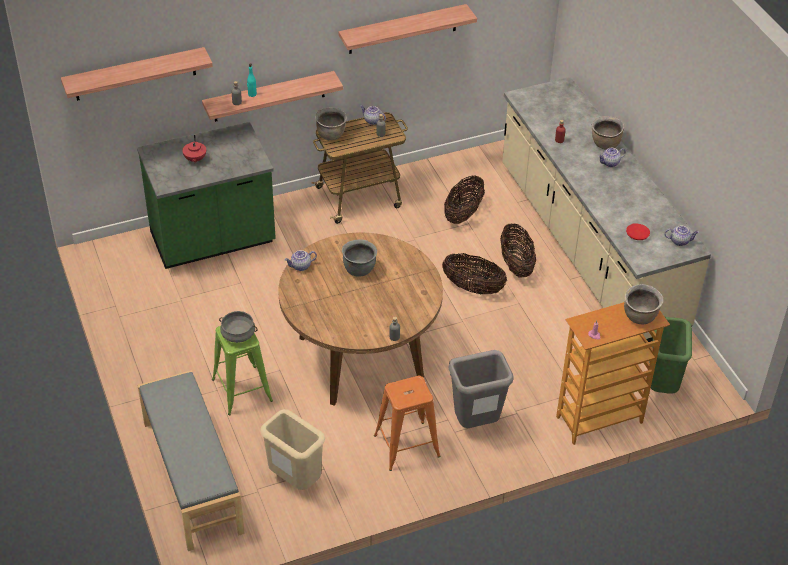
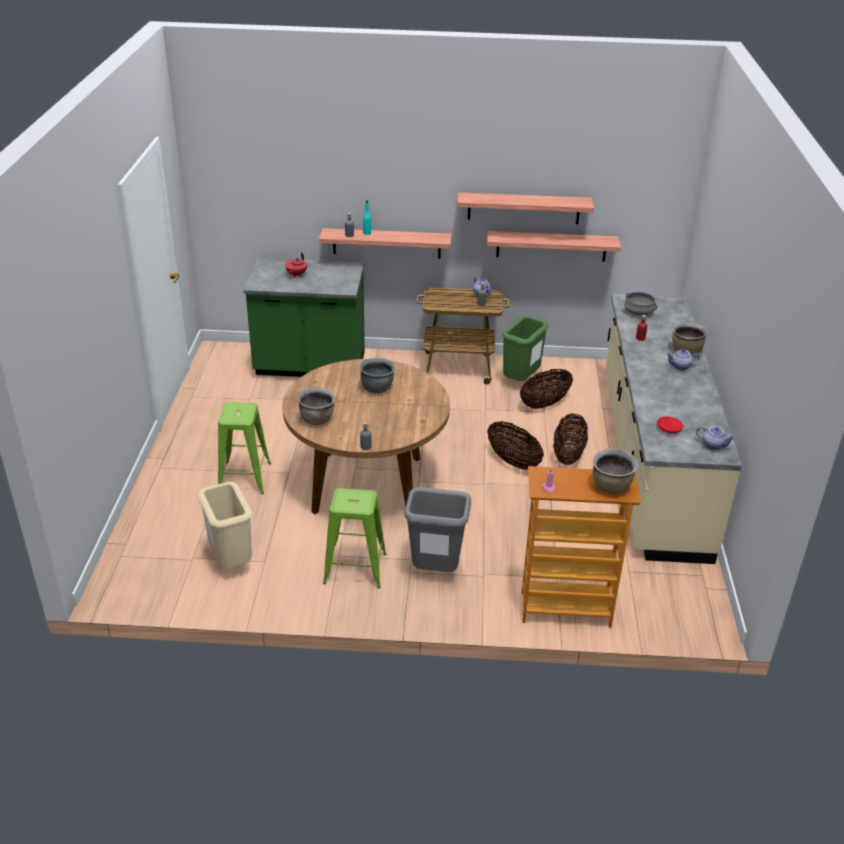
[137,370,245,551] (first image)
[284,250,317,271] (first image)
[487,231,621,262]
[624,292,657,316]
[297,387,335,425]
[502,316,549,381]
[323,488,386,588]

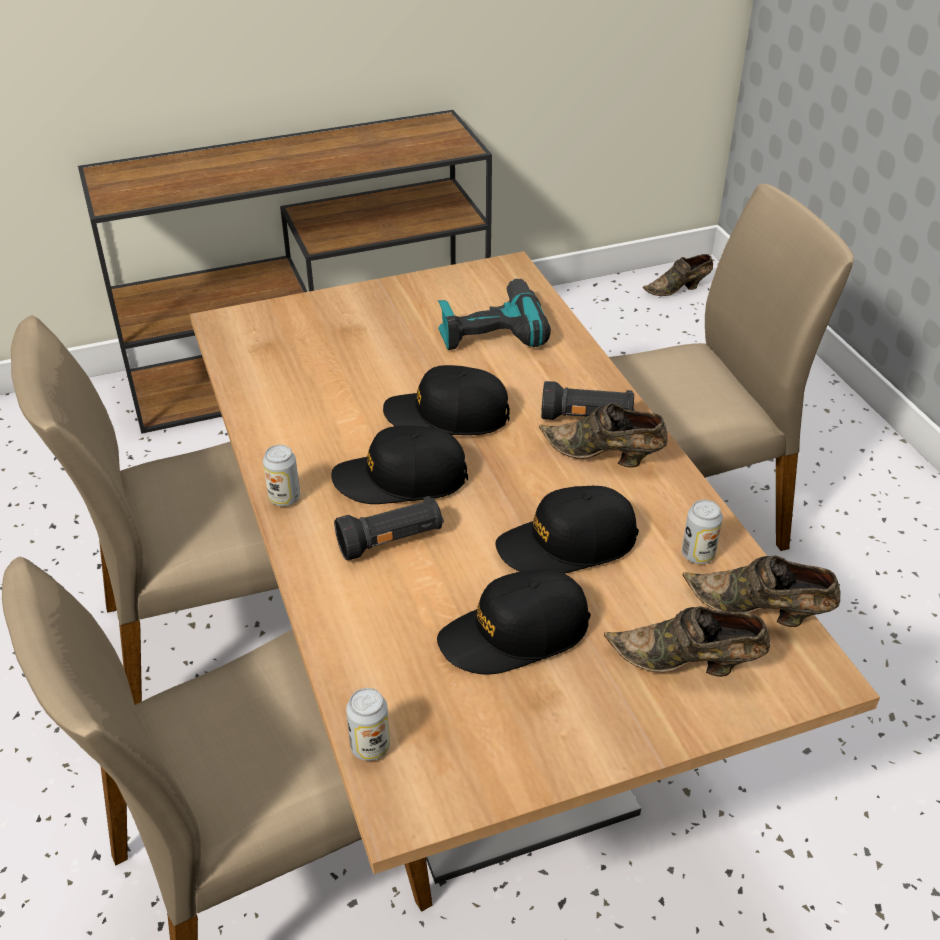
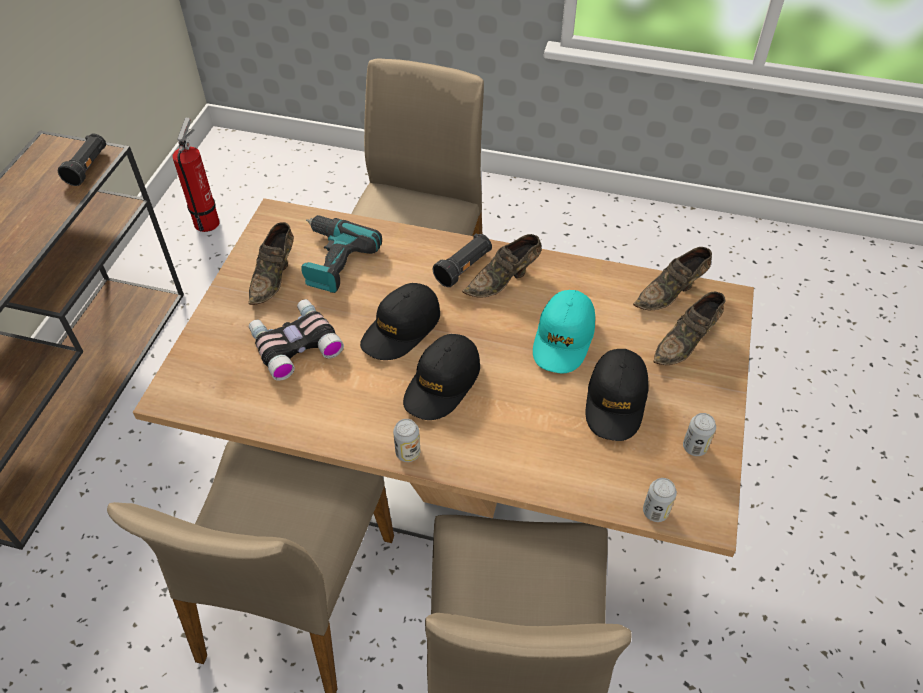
[172,118,220,232]
[249,299,344,381]
[58,133,106,186]
[248,222,294,305]
[683,413,716,456]
[533,290,595,373]

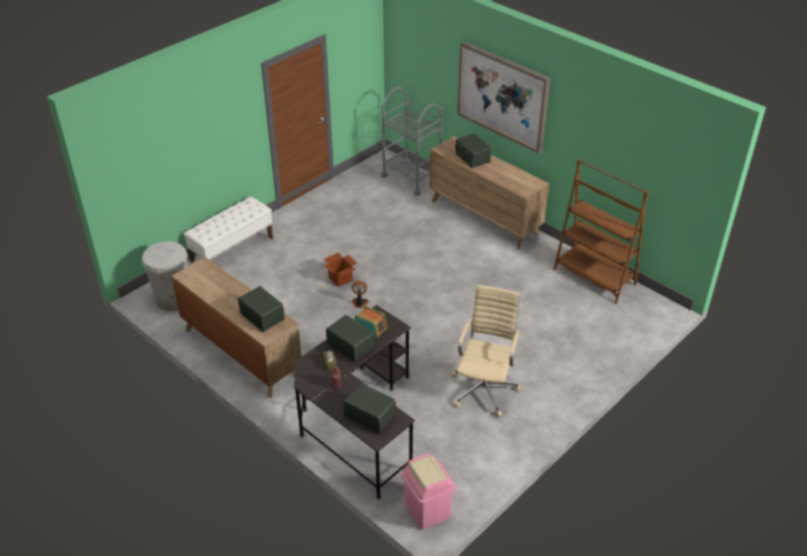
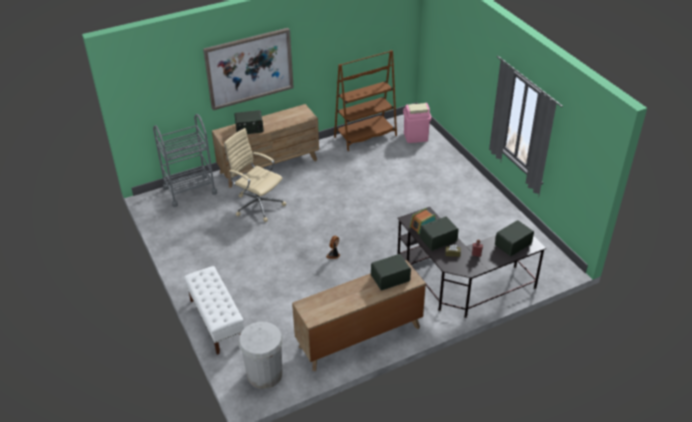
[323,252,357,287] (first image)
[403,103,431,143]
[224,128,286,222]

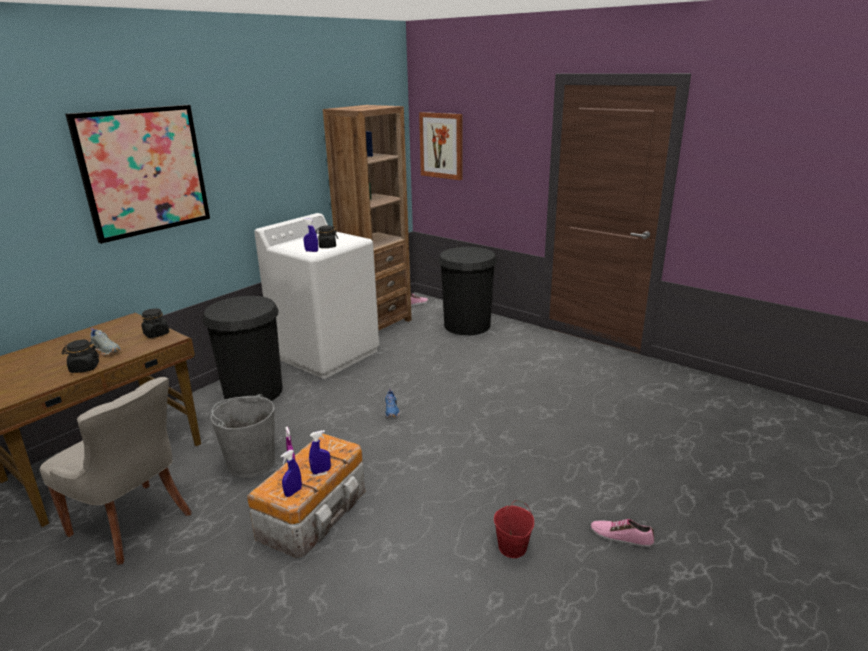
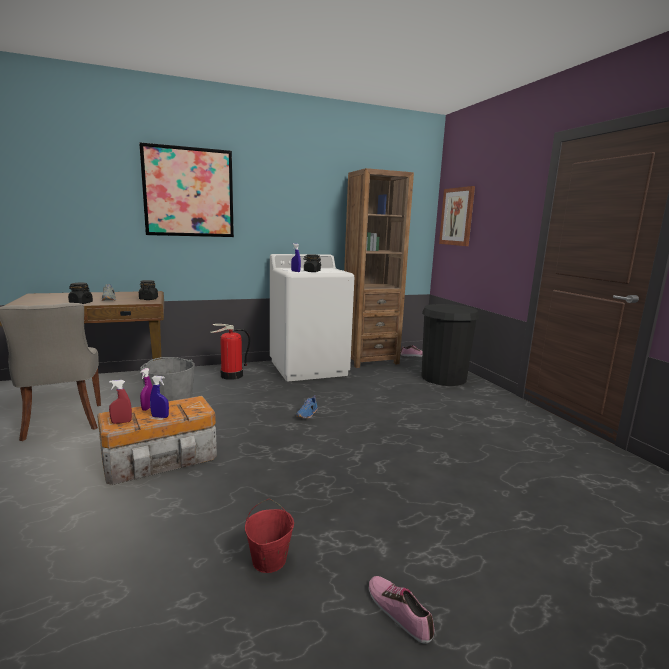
[210,324,250,380]
[109,380,132,424]

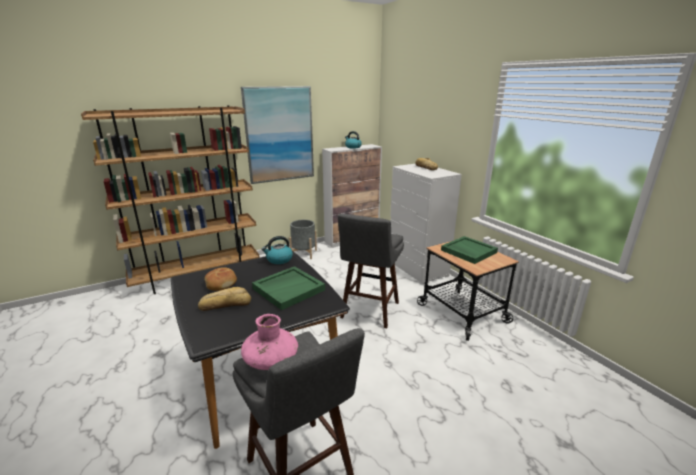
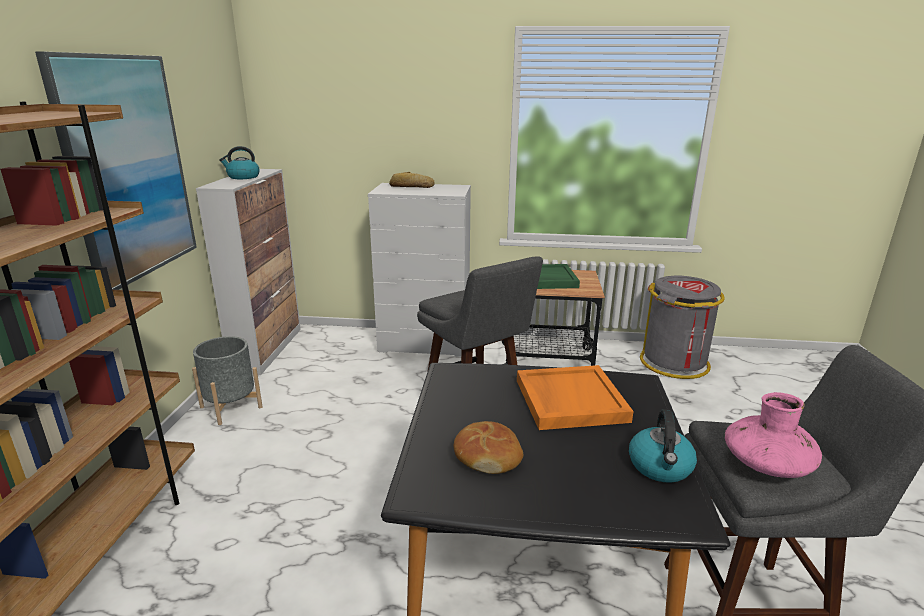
[198,287,251,311] (first image)
[640,276,725,379]
[629,409,697,483]
[517,365,634,430]

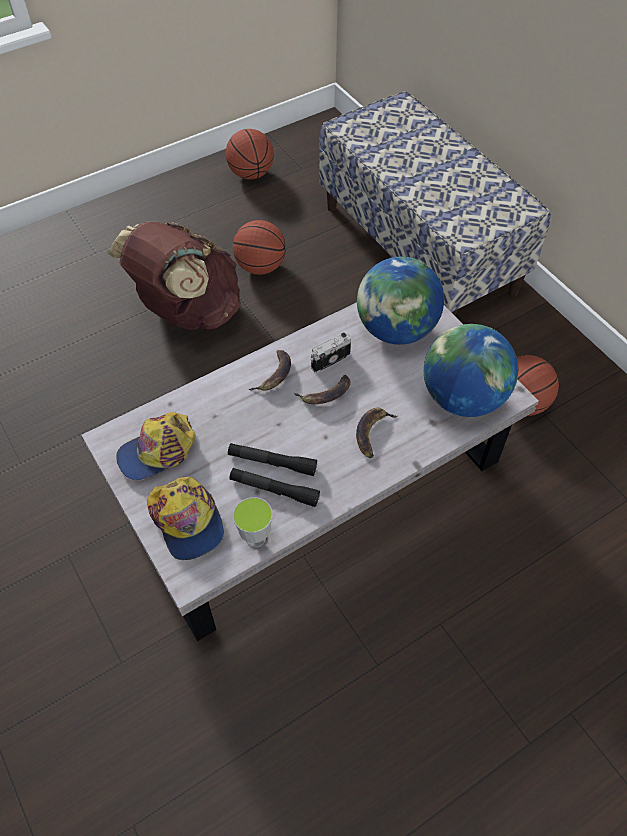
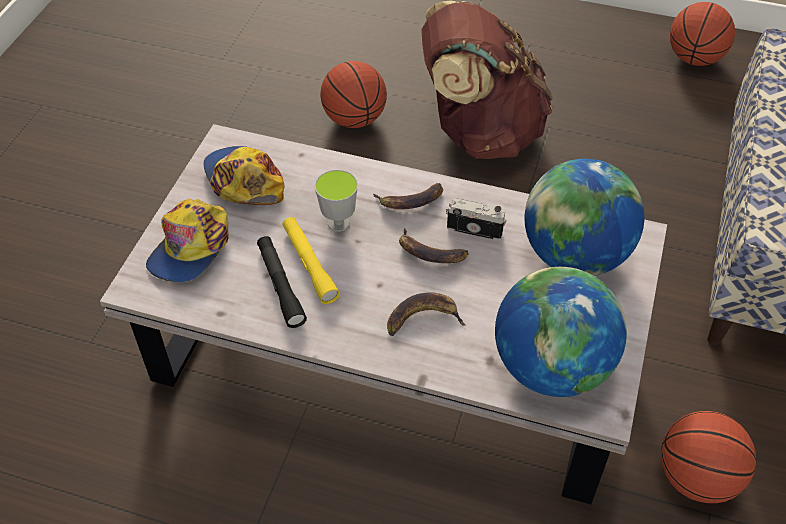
[320,61,387,128]
[315,170,358,232]
[283,217,340,304]
[203,146,285,205]

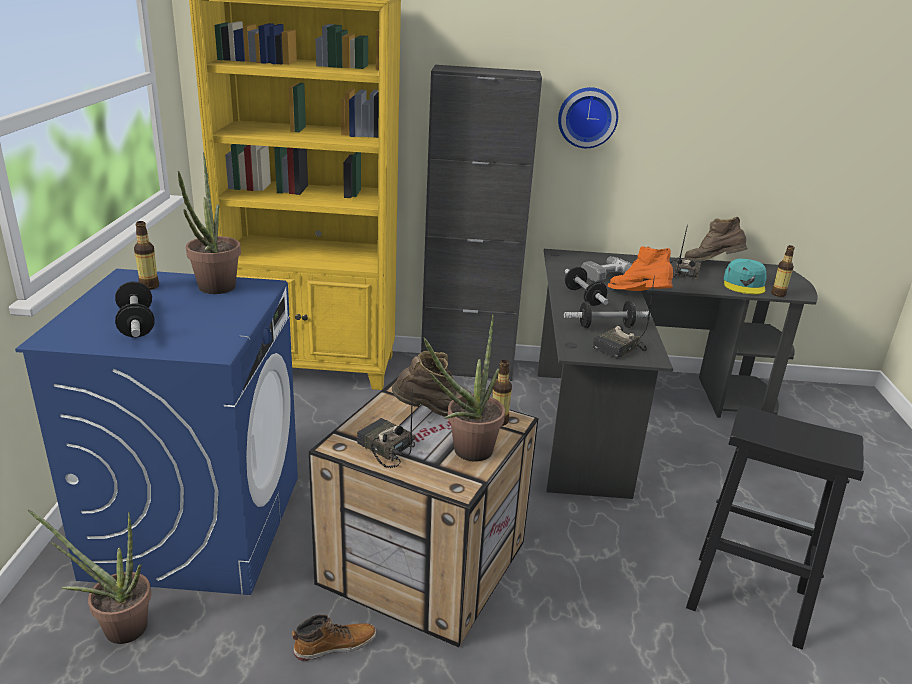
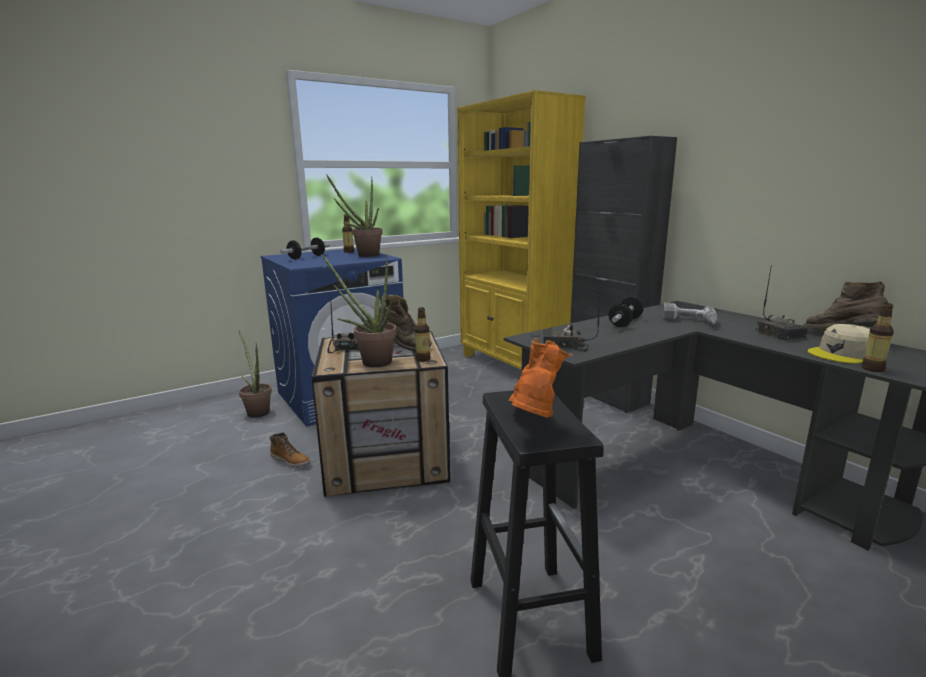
[558,87,618,148] (first image)
[564,301,651,328] (first image)
[509,337,573,418]
[807,324,870,364]
[756,265,808,340]

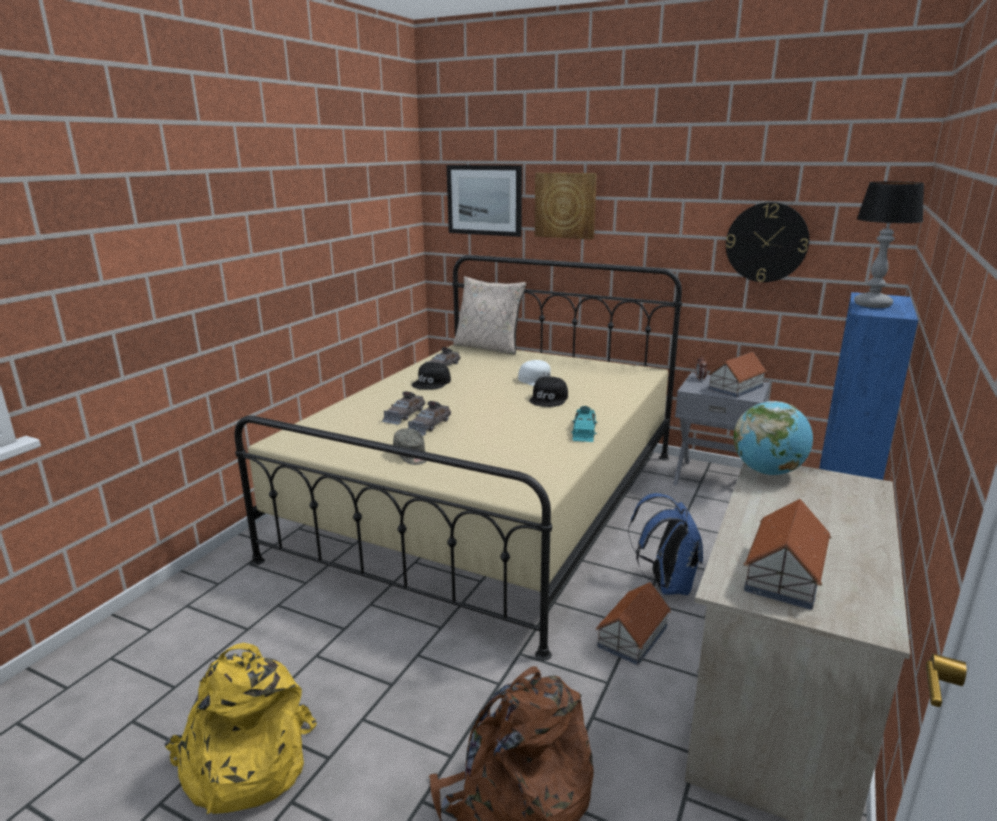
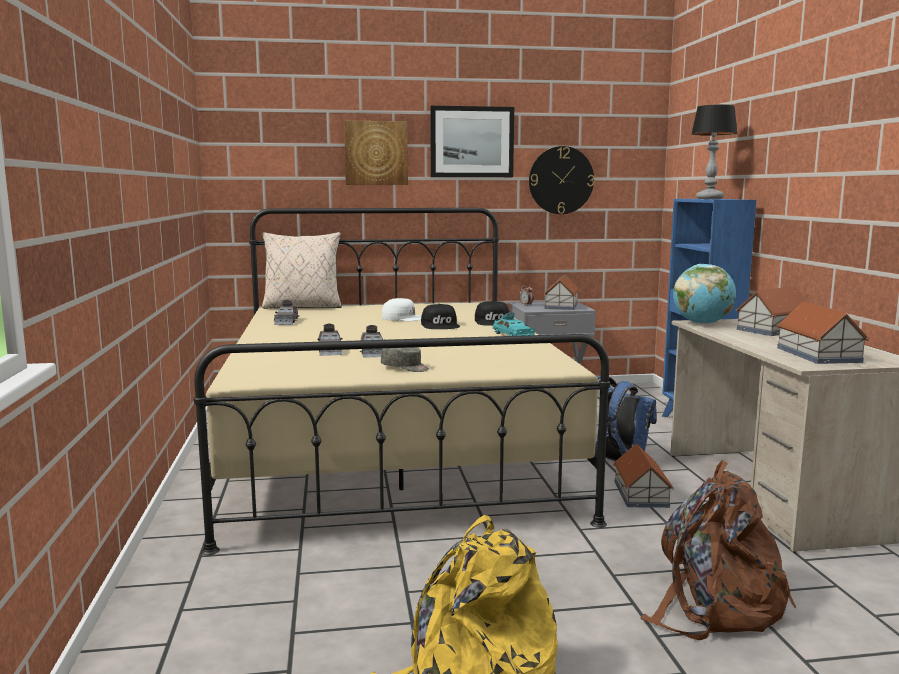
[736,286,807,336]
[475,301,509,326]
[430,106,514,177]

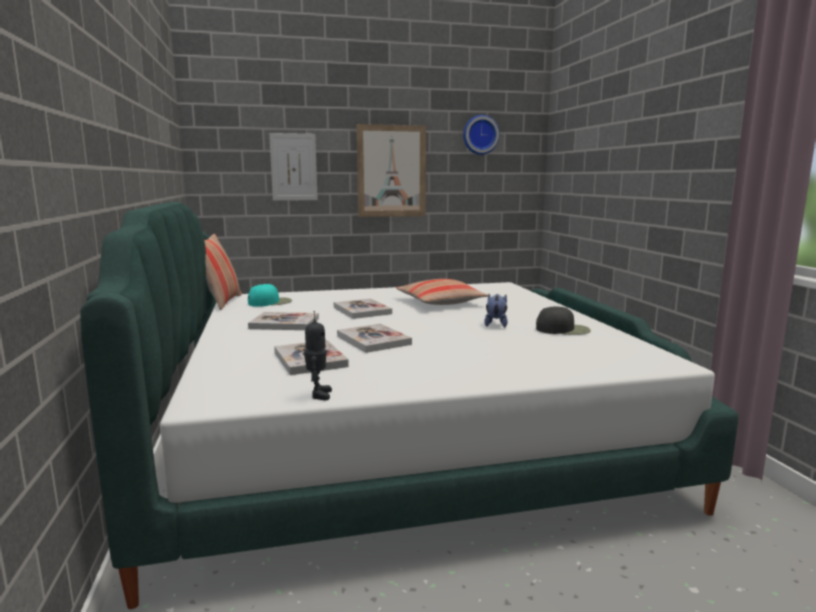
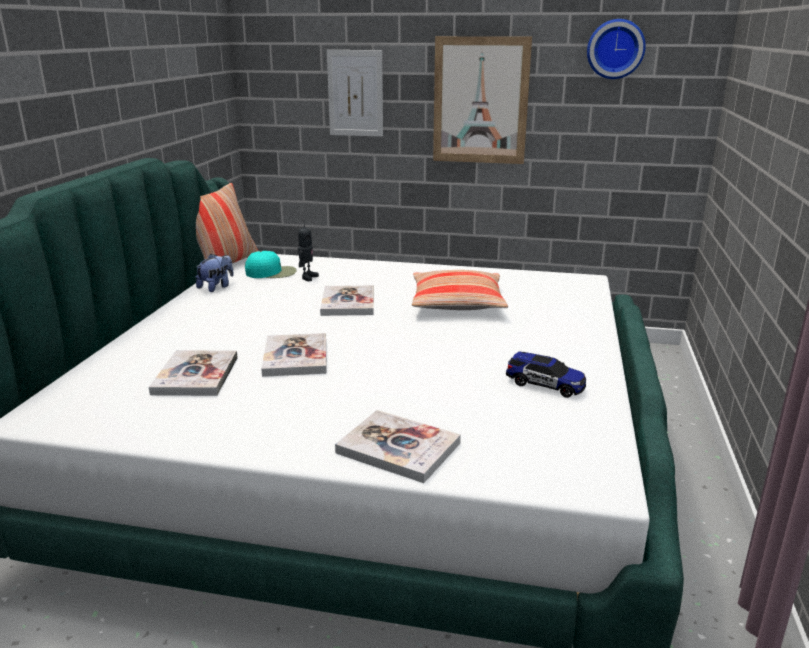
[335,410,461,483]
[298,225,319,281]
[196,254,234,292]
[506,352,586,398]

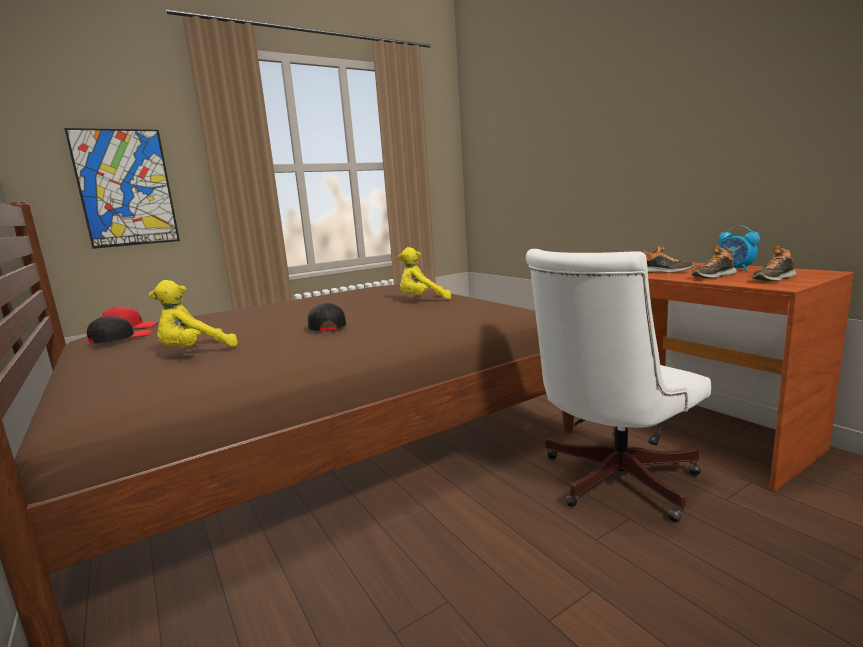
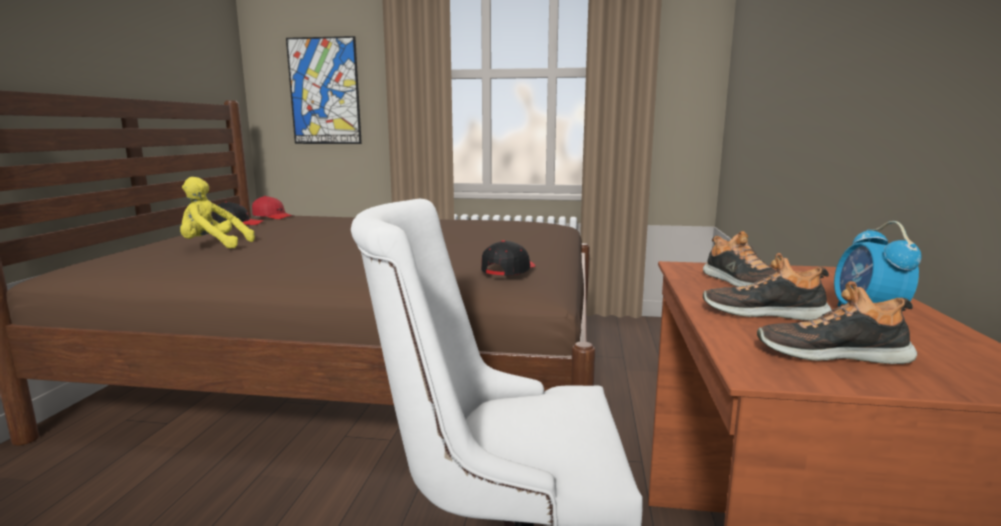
[397,247,451,300] (first image)
[481,240,536,276]

